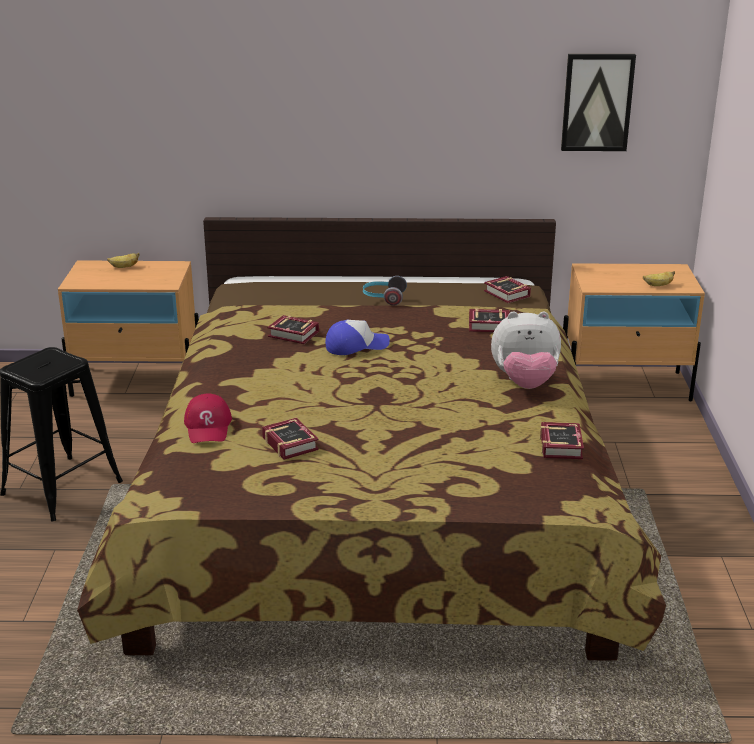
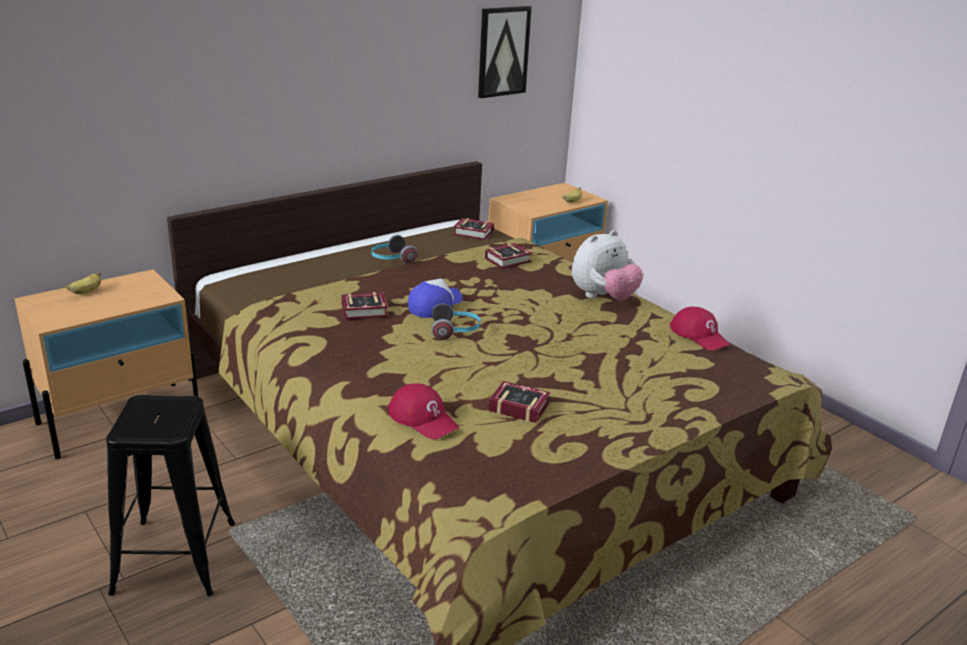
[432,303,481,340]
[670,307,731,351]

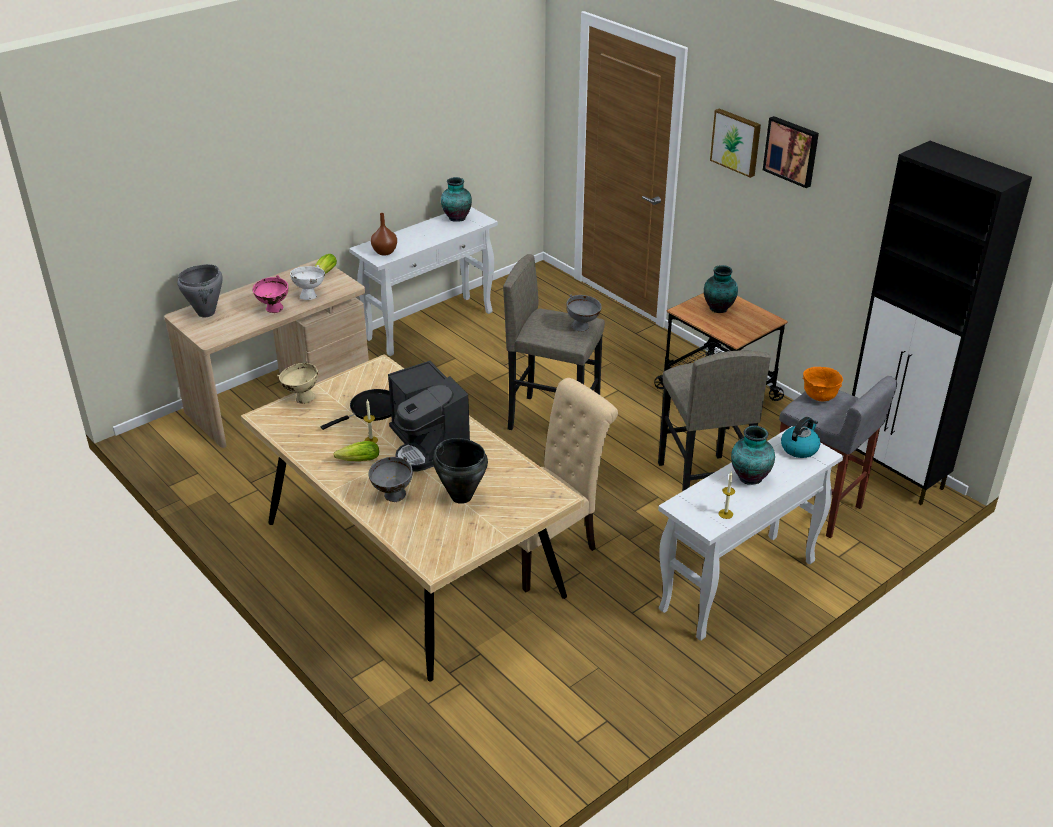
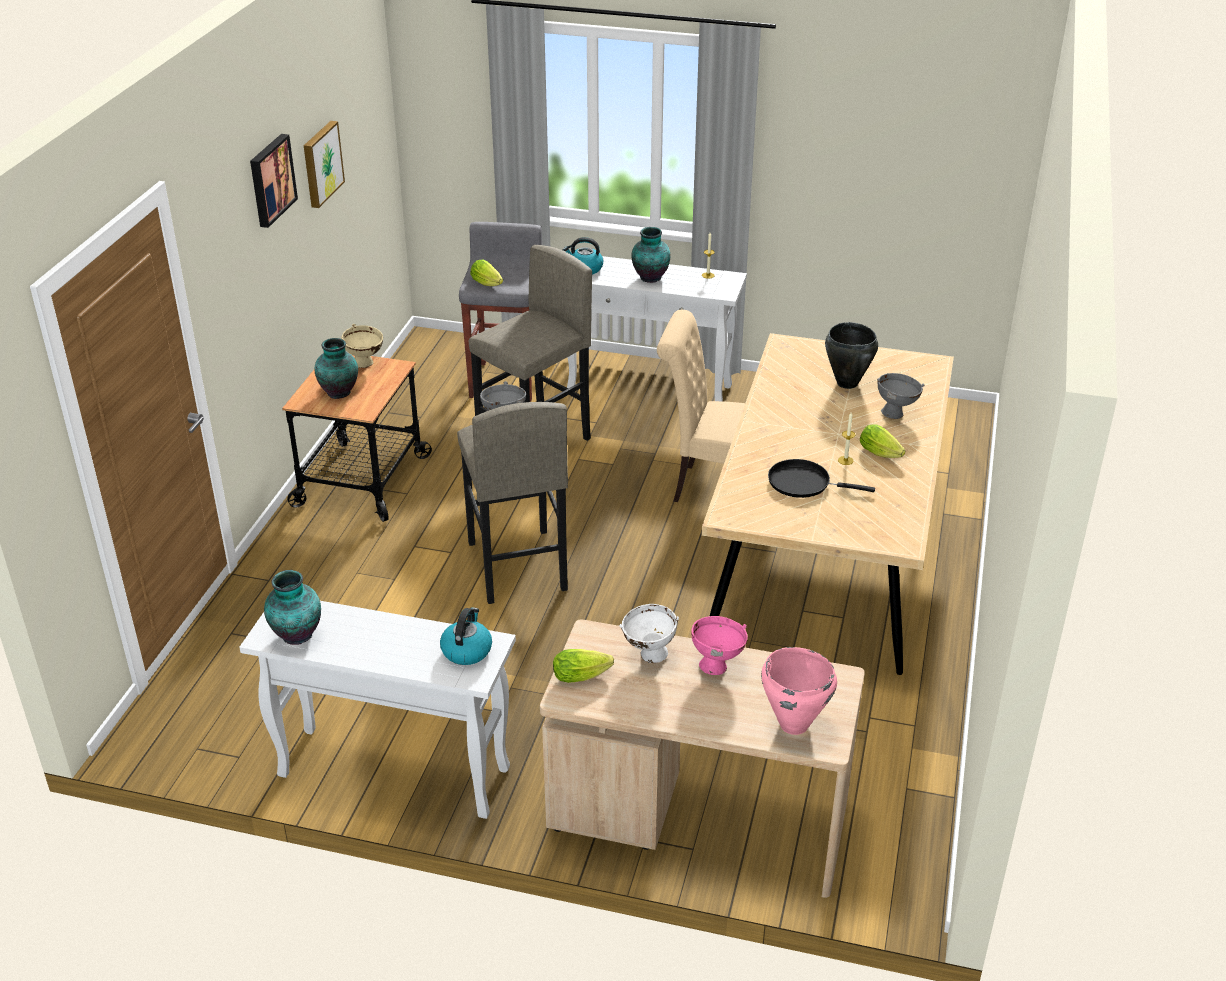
[388,361,470,472] (first image)
[852,141,1032,505] (first image)
[341,324,383,368]
[304,121,345,208]
[440,607,492,665]
[470,260,503,286]
[761,647,837,735]

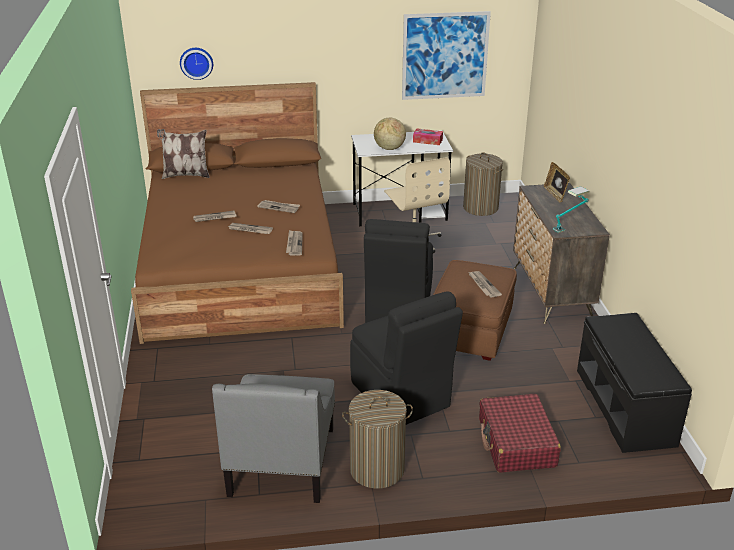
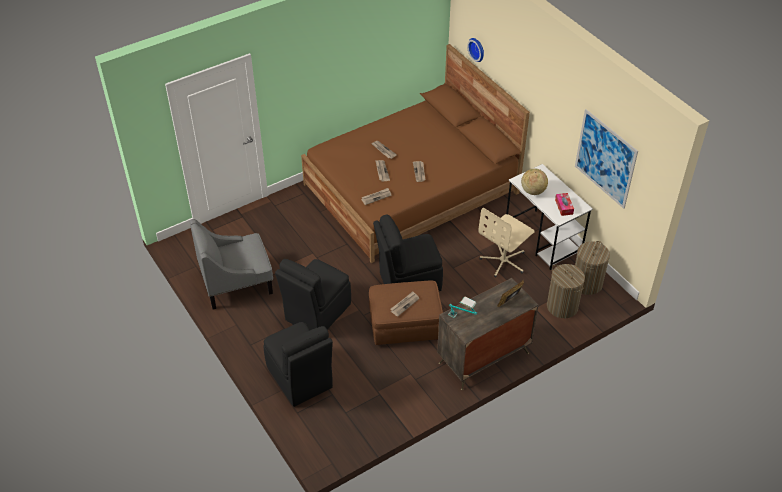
[157,129,210,179] (first image)
[577,313,692,453] (first image)
[547,264,585,318]
[263,322,333,407]

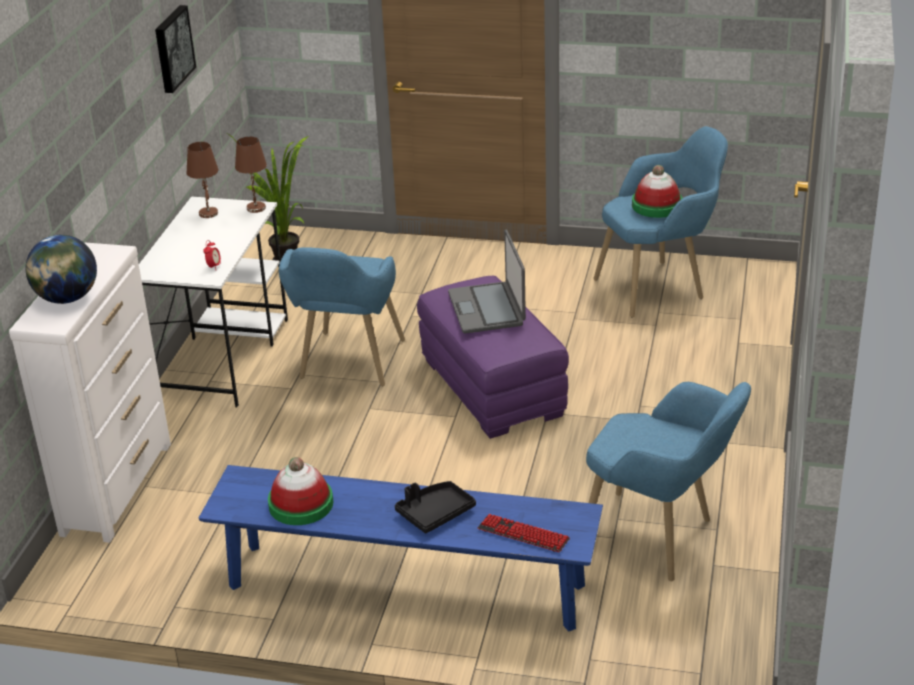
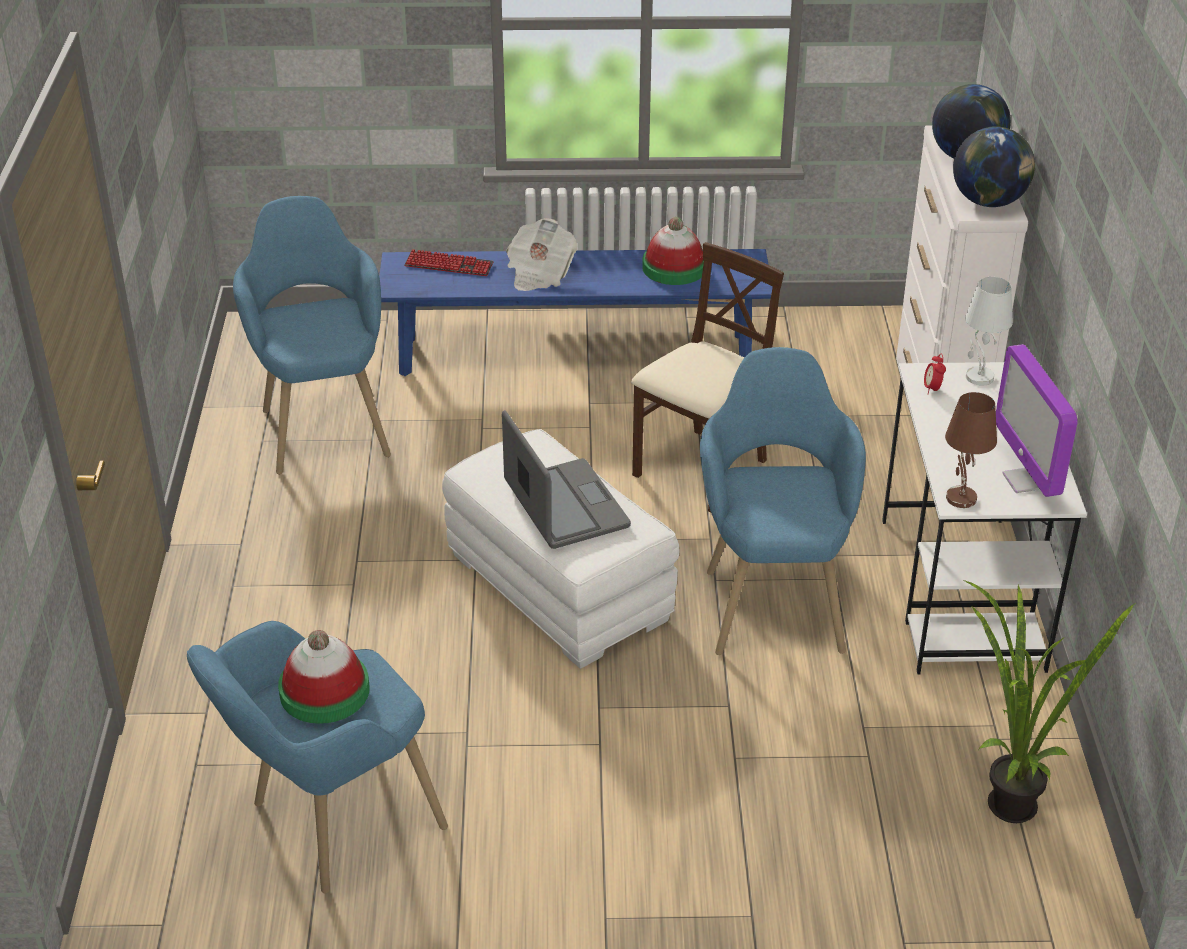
[155,5,196,93] (first image)
[631,242,784,512]
[953,126,1035,207]
[965,277,1013,386]
[996,344,1077,497]
[506,218,577,291]
[442,429,679,669]
[233,196,391,475]

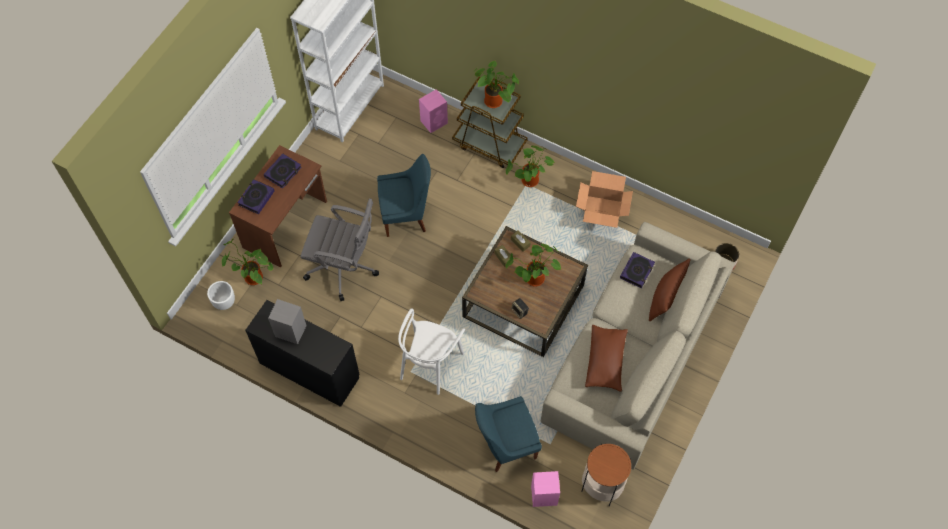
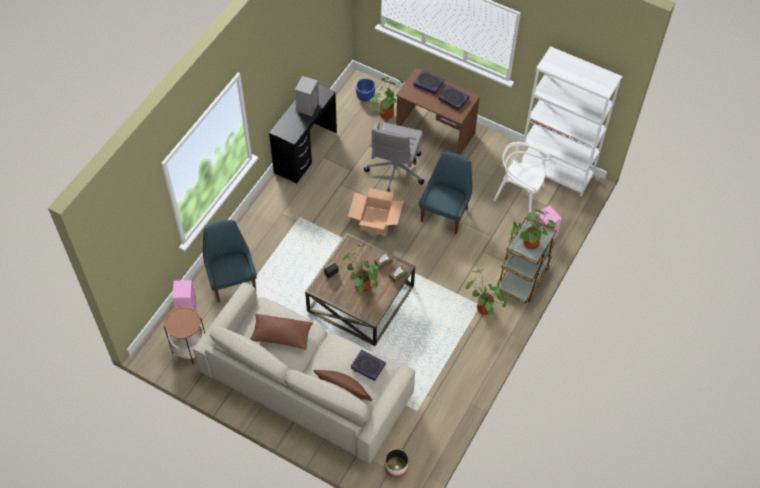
[493,142,551,212]
[348,188,404,235]
[356,78,375,102]
[419,152,472,234]

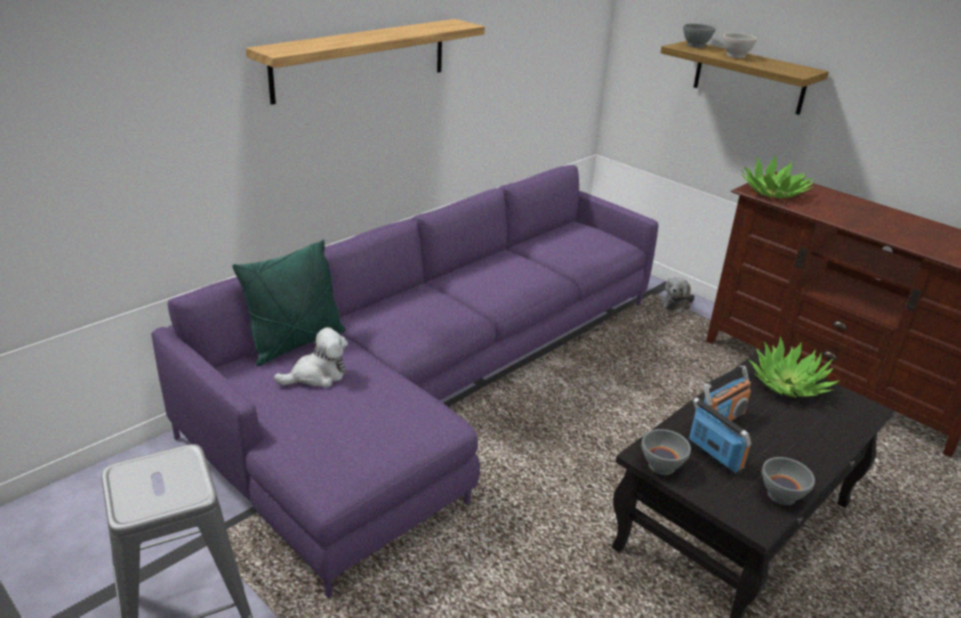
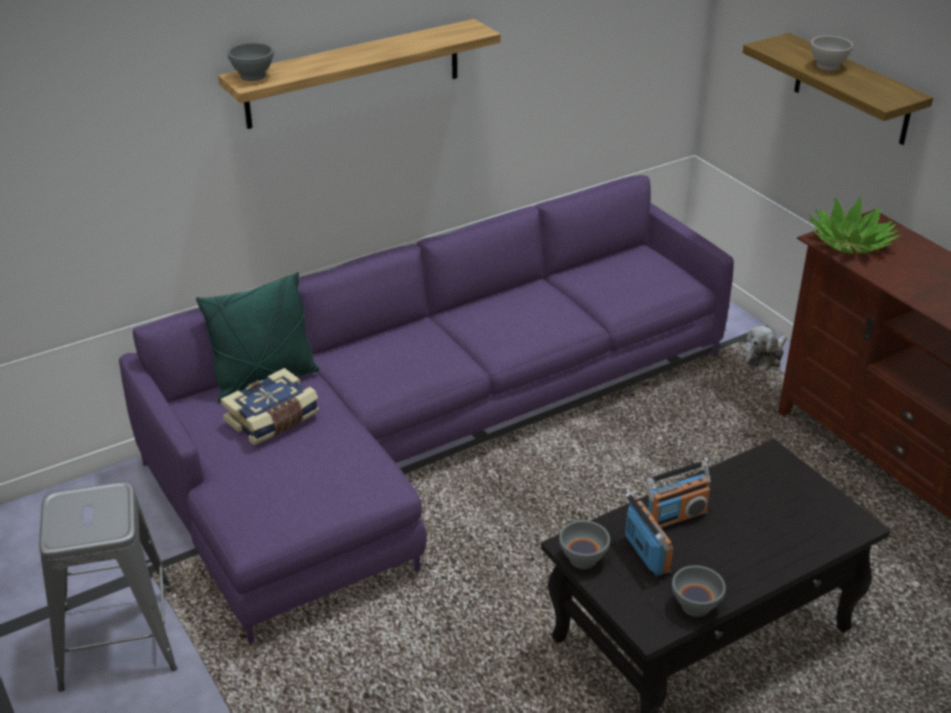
[749,337,840,398] (first image)
[228,42,274,81]
[221,368,319,445]

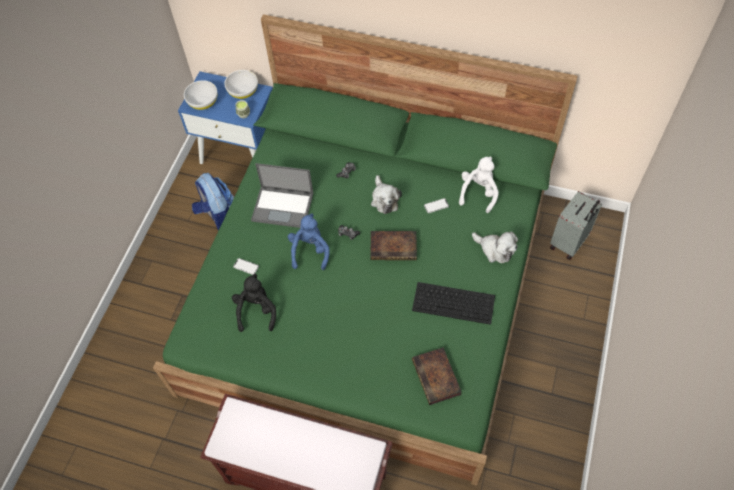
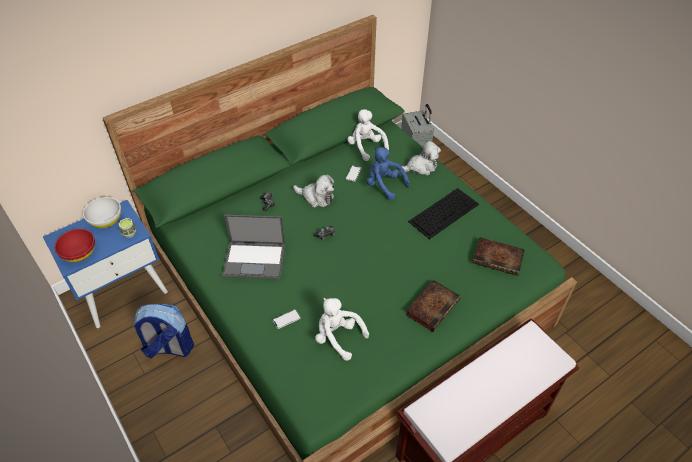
[367,147,410,200]
[405,280,461,332]
[55,229,95,262]
[315,298,369,361]
[222,215,285,279]

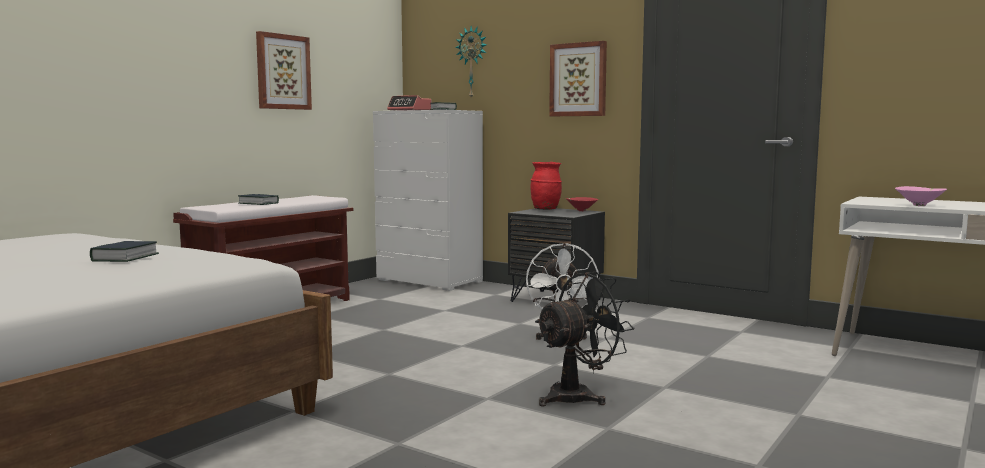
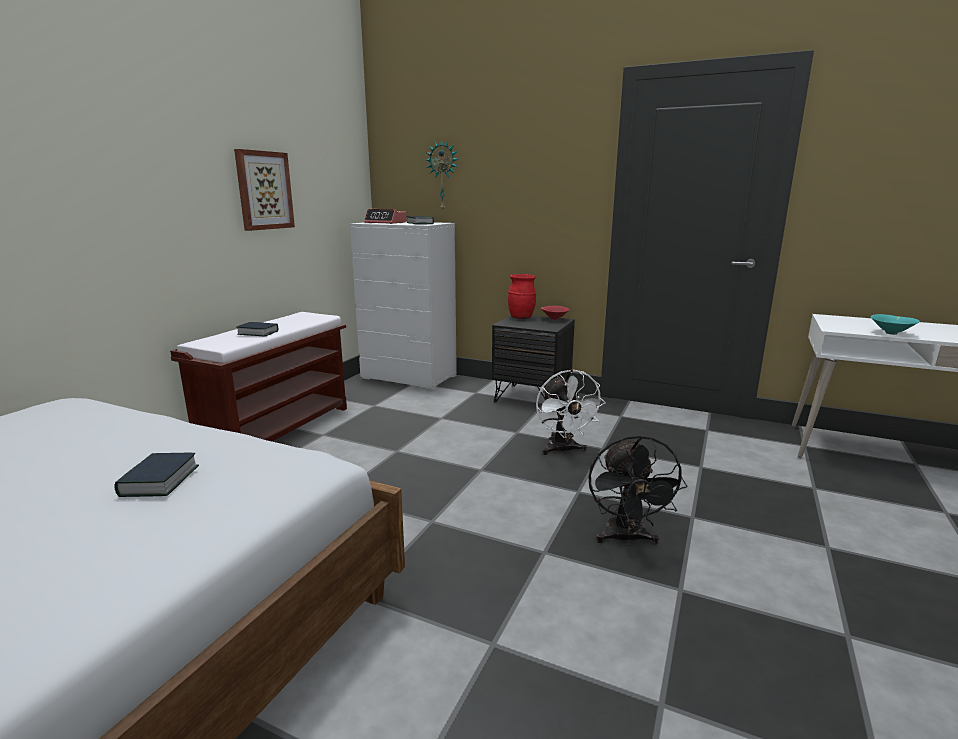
[549,41,607,116] (first image)
[871,314,920,335]
[588,435,688,546]

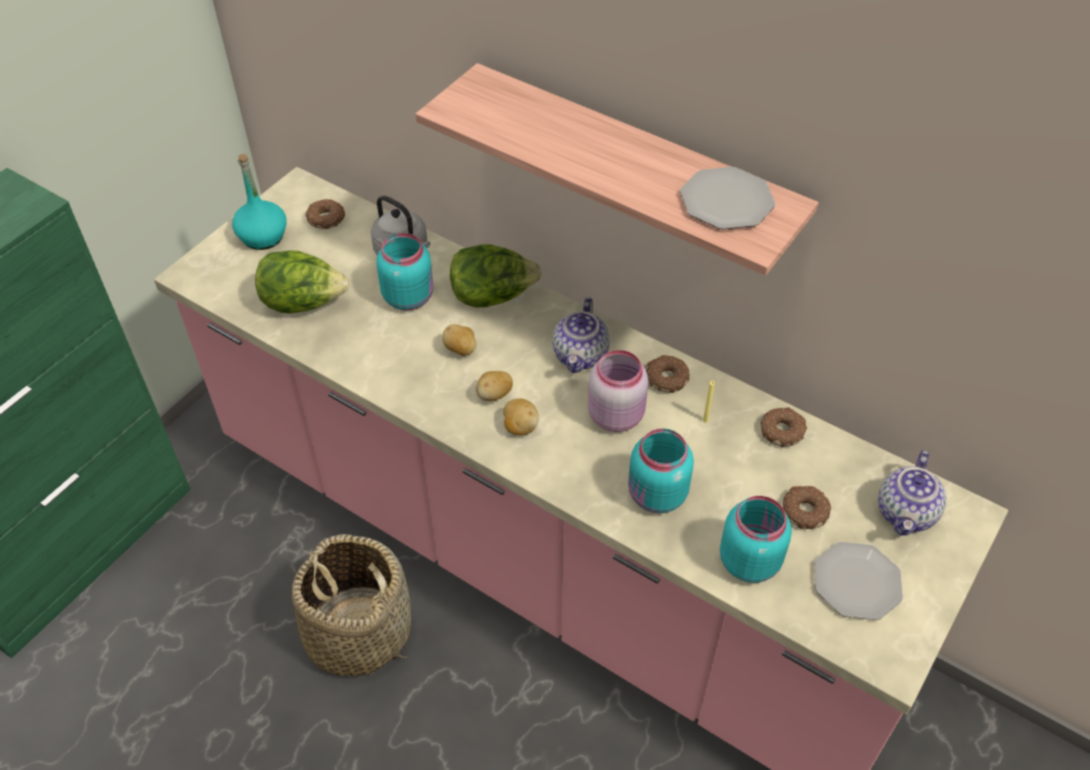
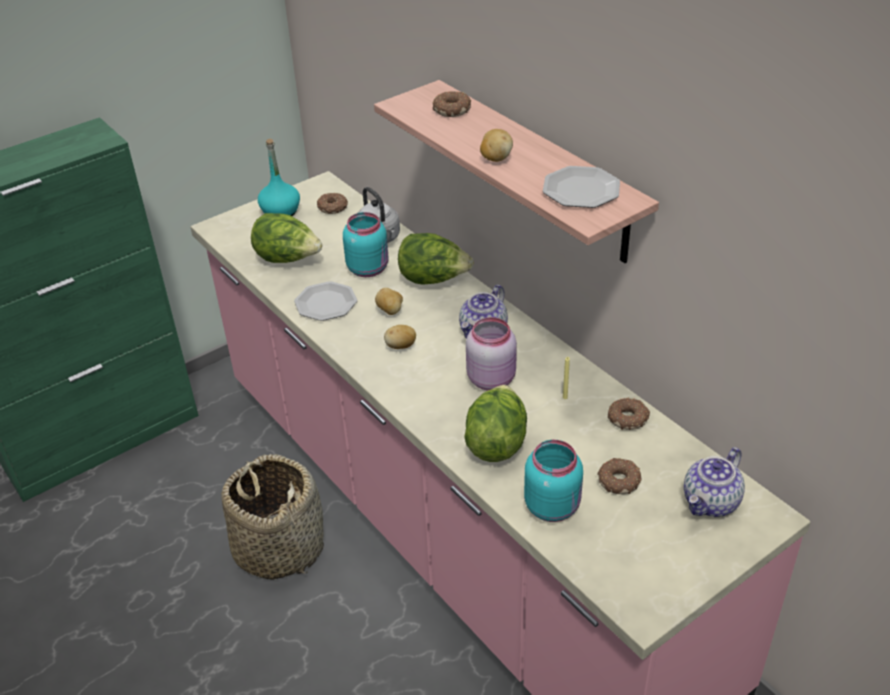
[480,129,513,162]
[433,91,471,117]
[294,281,357,321]
[464,385,527,462]

